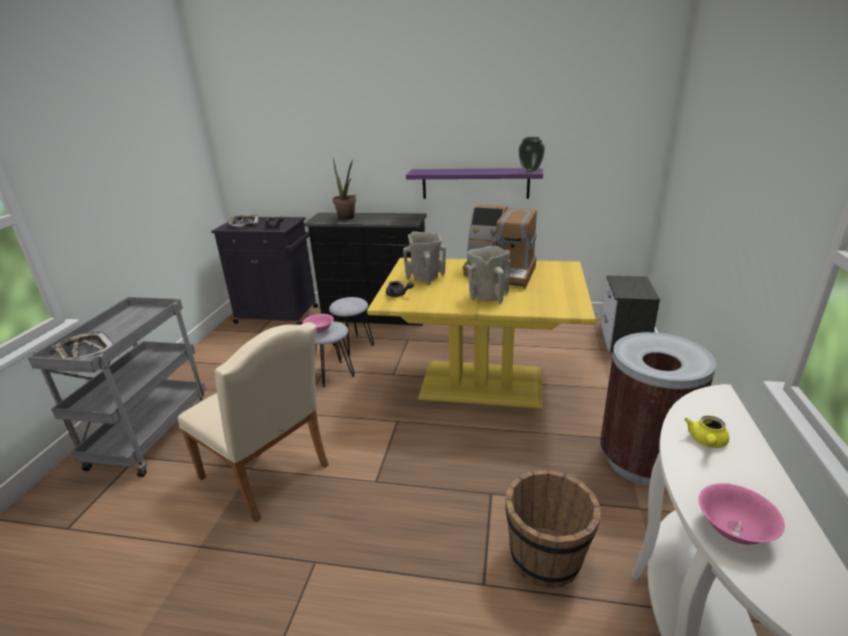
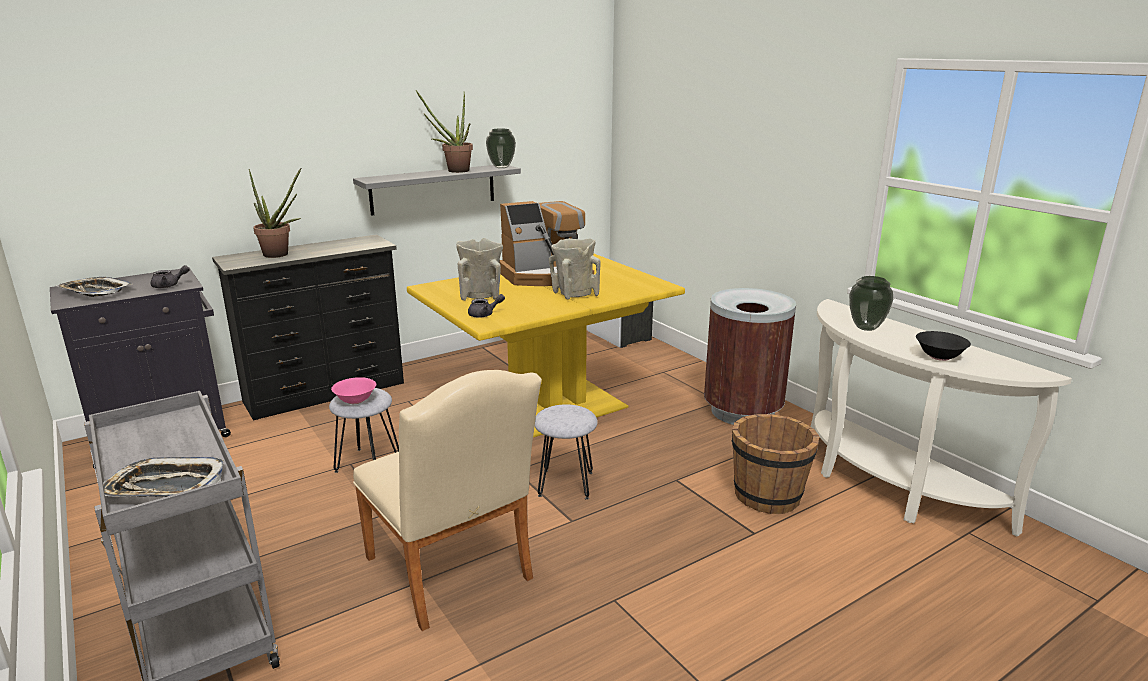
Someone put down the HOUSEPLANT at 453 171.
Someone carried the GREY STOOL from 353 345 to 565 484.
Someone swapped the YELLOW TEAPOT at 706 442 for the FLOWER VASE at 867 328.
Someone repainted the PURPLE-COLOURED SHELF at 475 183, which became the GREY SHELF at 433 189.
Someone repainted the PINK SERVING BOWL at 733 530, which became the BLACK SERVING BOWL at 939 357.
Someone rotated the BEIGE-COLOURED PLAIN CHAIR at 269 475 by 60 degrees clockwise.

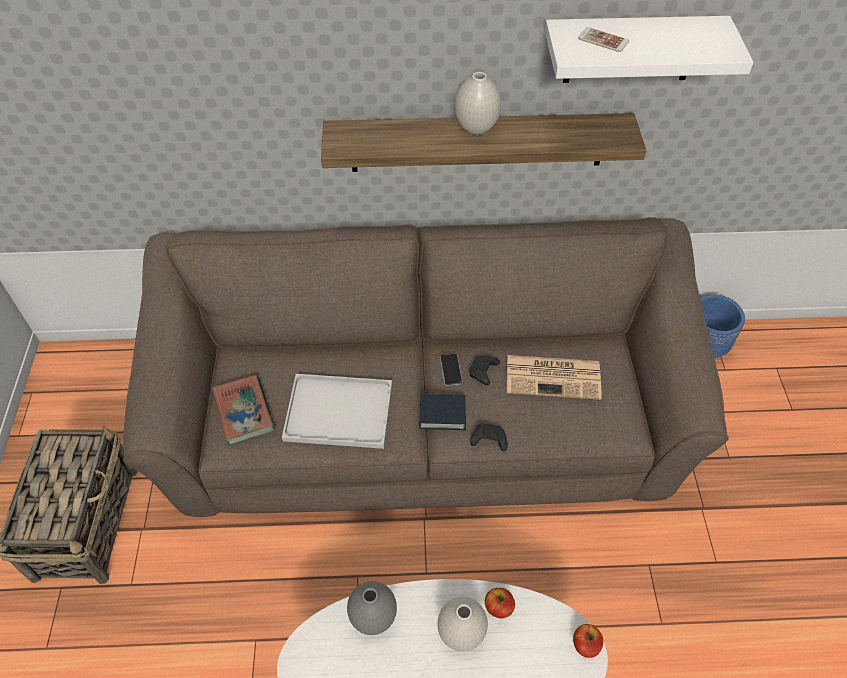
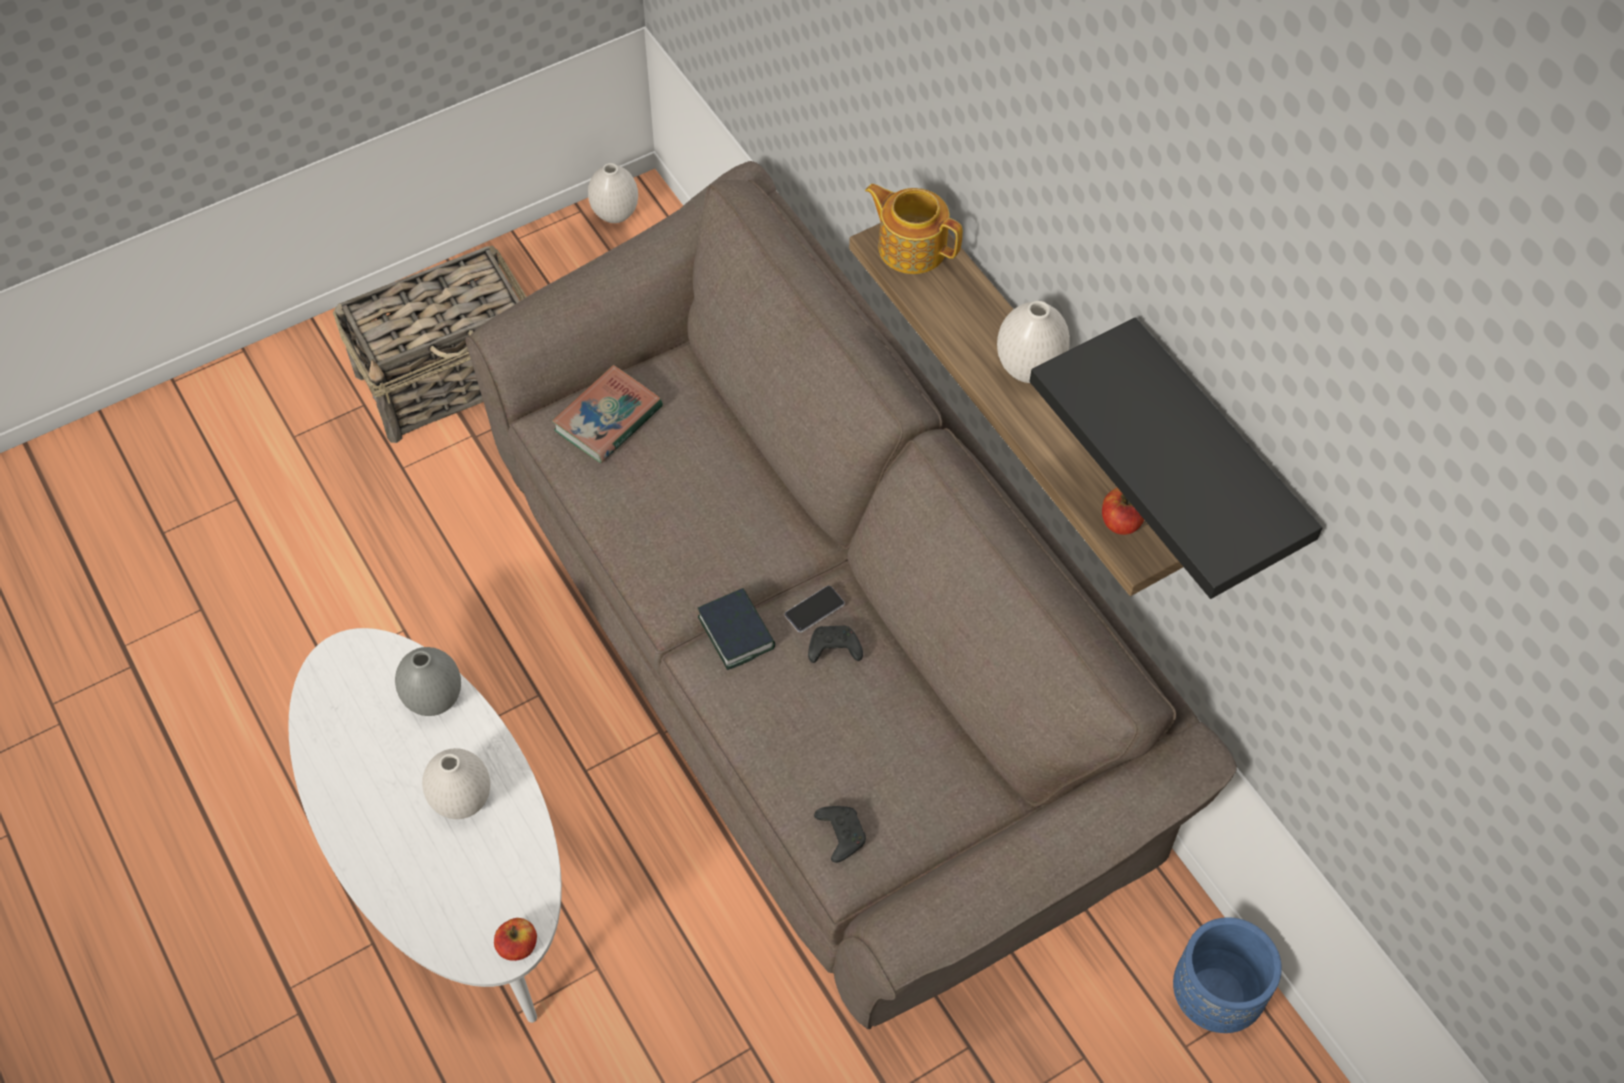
Someone took away the WHITE SERVING TRAY at 341 411.
Someone took away the NEWSPAPER at 554 377.
Someone took away the TELEPHONE at 603 40.
Someone put down the WHITE FLOWER VASE at 616 215.
Someone put down the TEAPOT at 911 246.
Someone carried the BLACK GAME CONTROLLER from 488 440 to 840 834.
Someone carried the WHOLE APPLE from 498 607 to 1121 522.
Someone repainted the WHITE SHELF at 630 49, which became the BLACK SHELF at 1215 452.

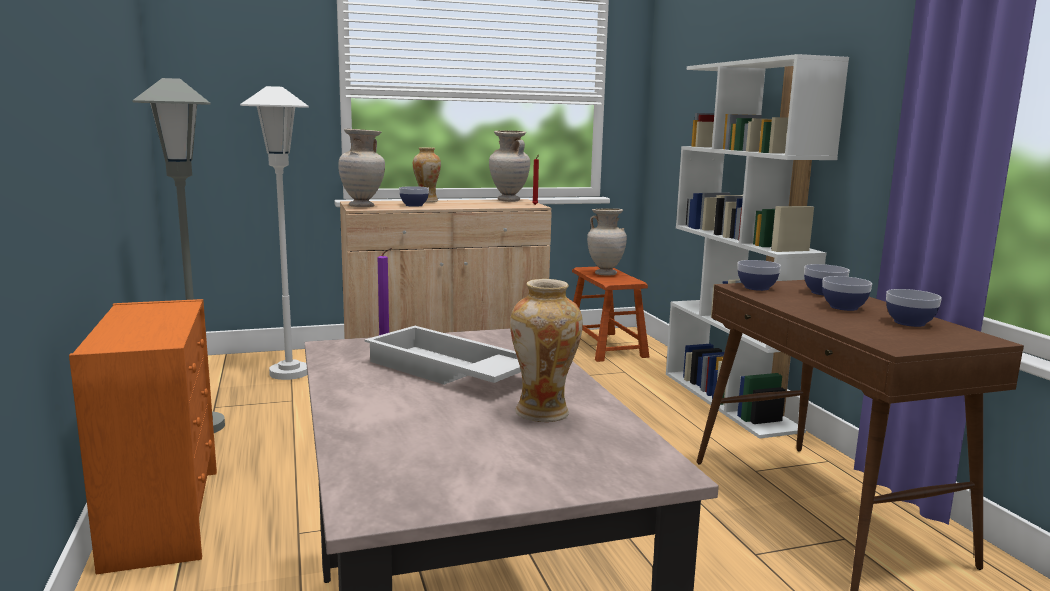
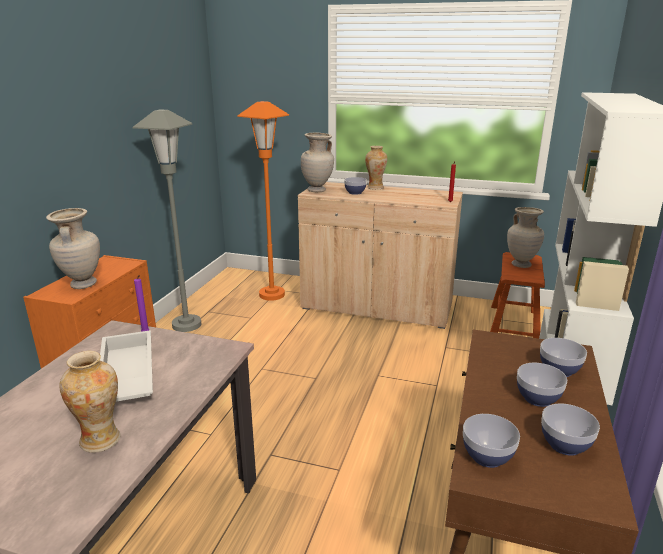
Someone carried the BEIGE-COLOURED FLOWER VASE from 508 200 to 82 284.
Someone carried the SERVING BOWL from 756 288 to 487 456.
Someone repainted the WHITE STANDARD LAMP at 289 373, which became the ORANGEY STANDARD LAMP at 272 294.

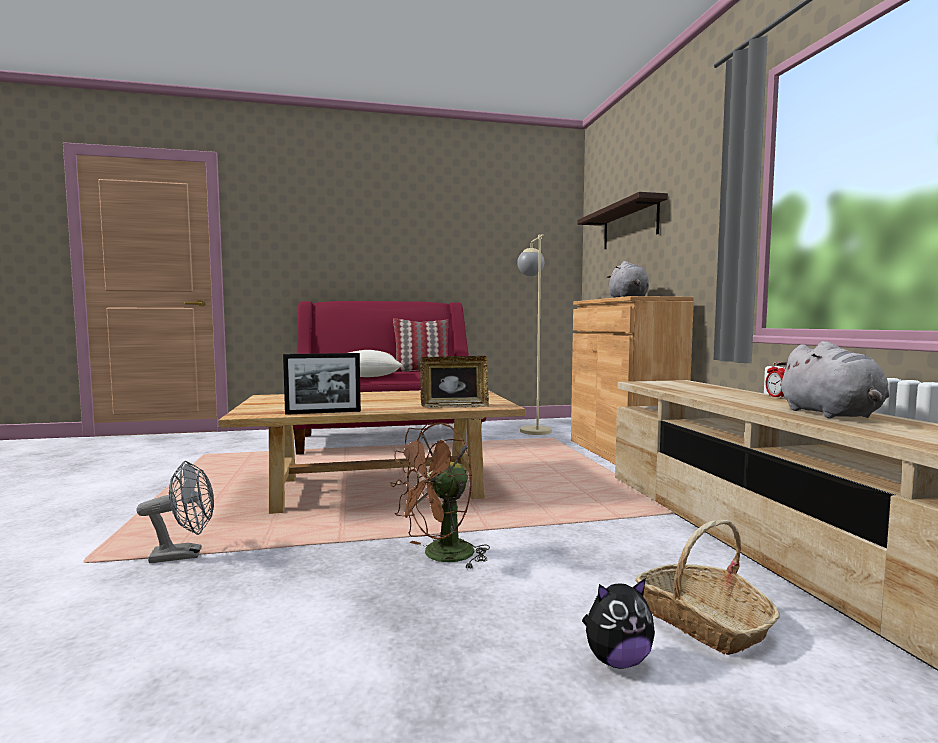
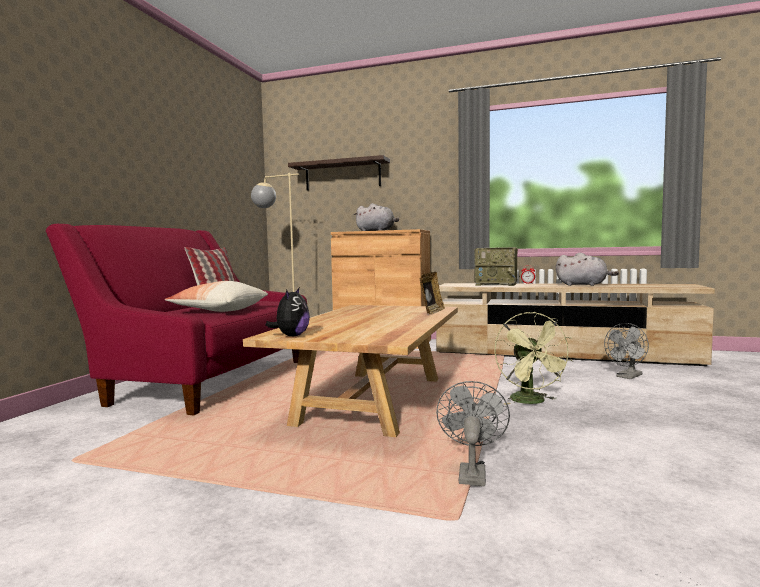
Someone took away the PICTURE FRAME at 323 412.
Someone put down the RADIO at 497 284.
Someone carried the CUDDLY TOY from 616 660 to 291 336.
Someone swapped the HOUSEHOLD BASKET at 703 622 for the GREY FAN at 627 377.
Someone repainted the BROWN FAN at 440 556, which became the GREENISH FAN at 532 402.

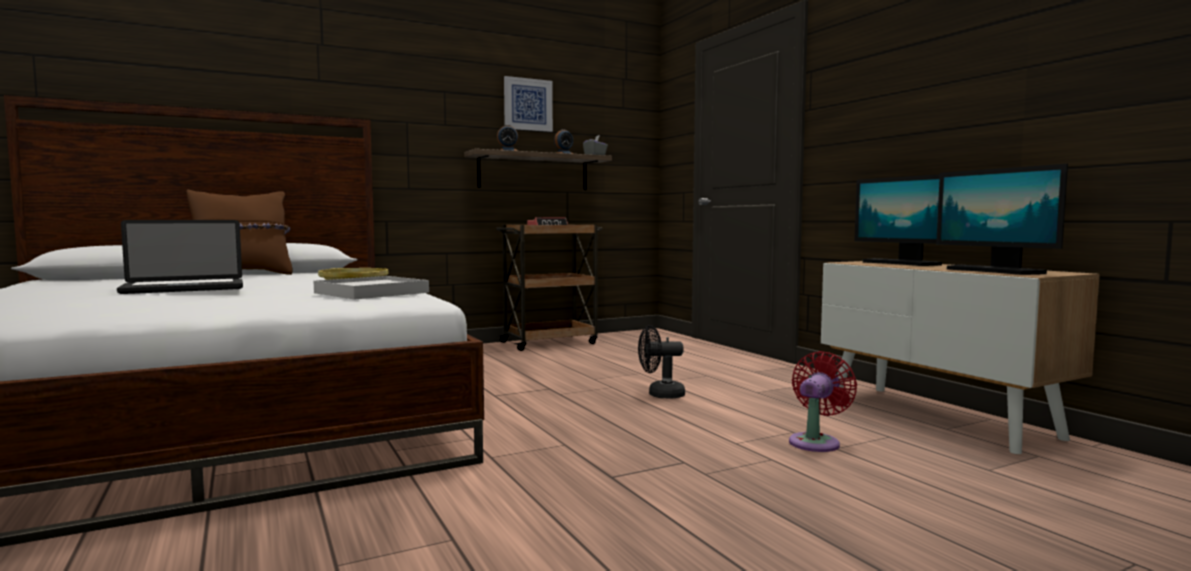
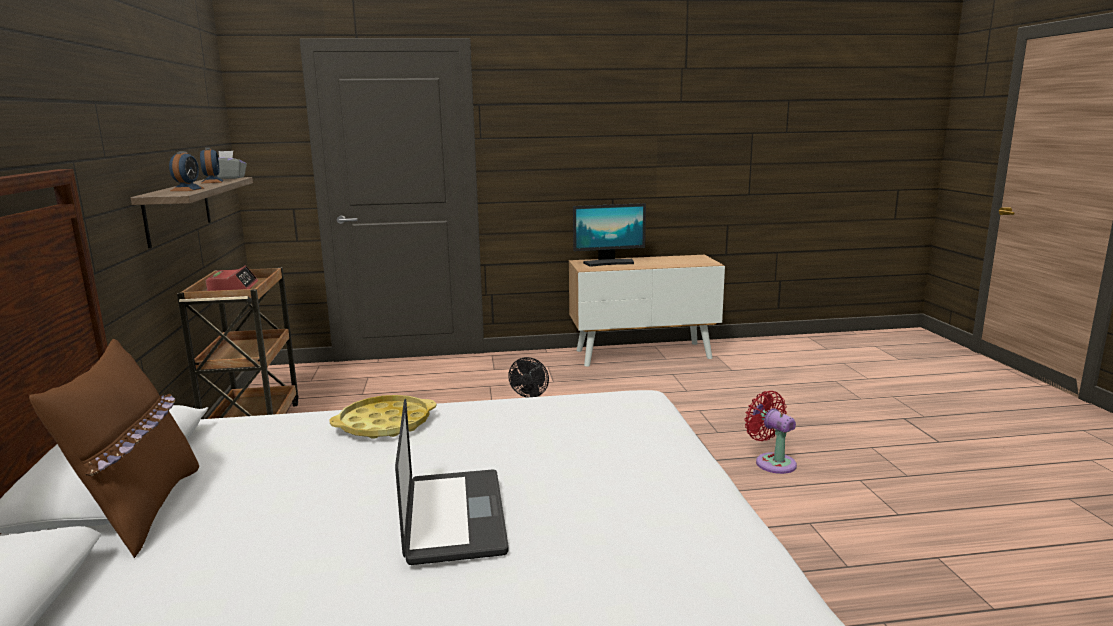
Someone took away the WHITE SERVING TRAY at 371 293.
Someone took away the WALL PICTURE at 528 104.
Someone took away the MONITOR at 994 271.
Someone carried the RED FAN from 816 442 to 772 462.

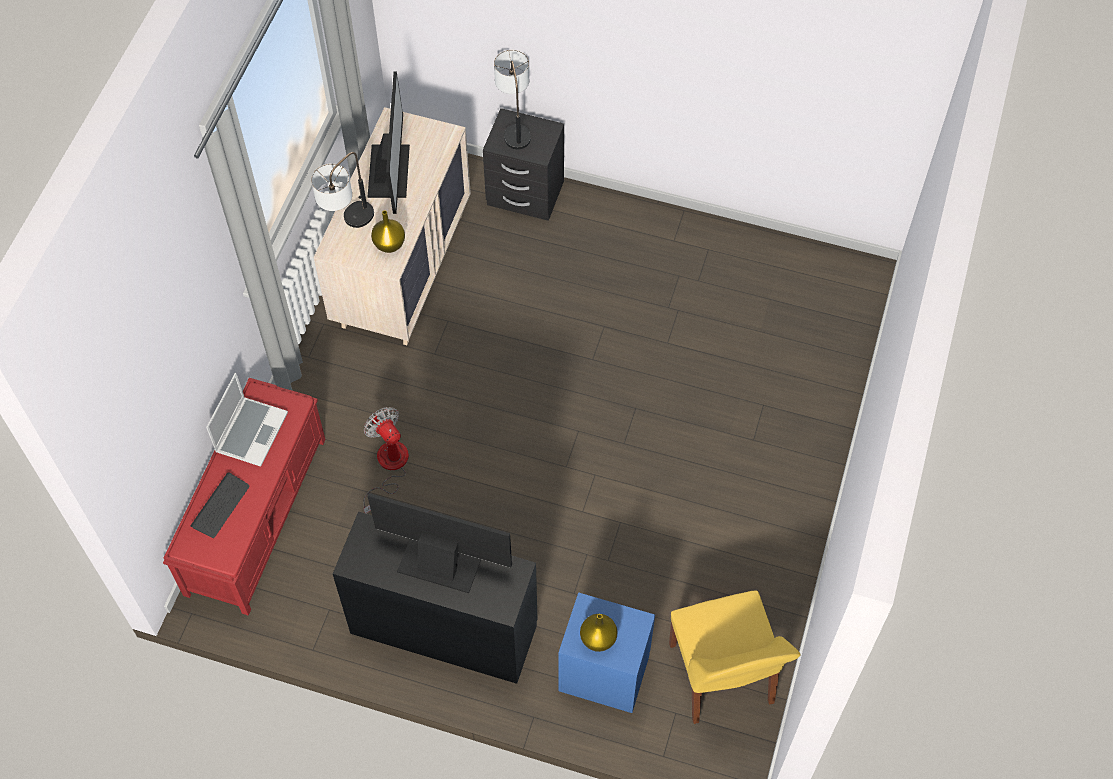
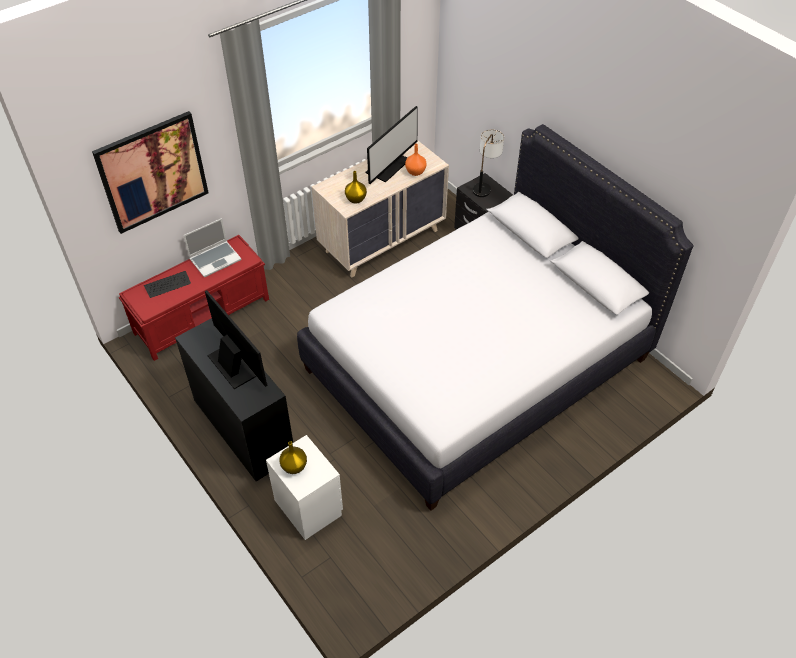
Someone took away the LAMP FOR A TABLE at 348 225.
Someone took away the FAN at 388 467.
Someone took away the YELLOW PLAIN CHAIR at 721 676.
Someone put up the WALL PICTURE at 153 172.
Someone put down the WHITE SLEEPING BED at 477 363.
Someone put down the ORANGEY FLOWER VASE at 416 172.
Someone repainted the BLUE NIGHT TABLE at 604 673, which became the WHITE NIGHT TABLE at 308 507.

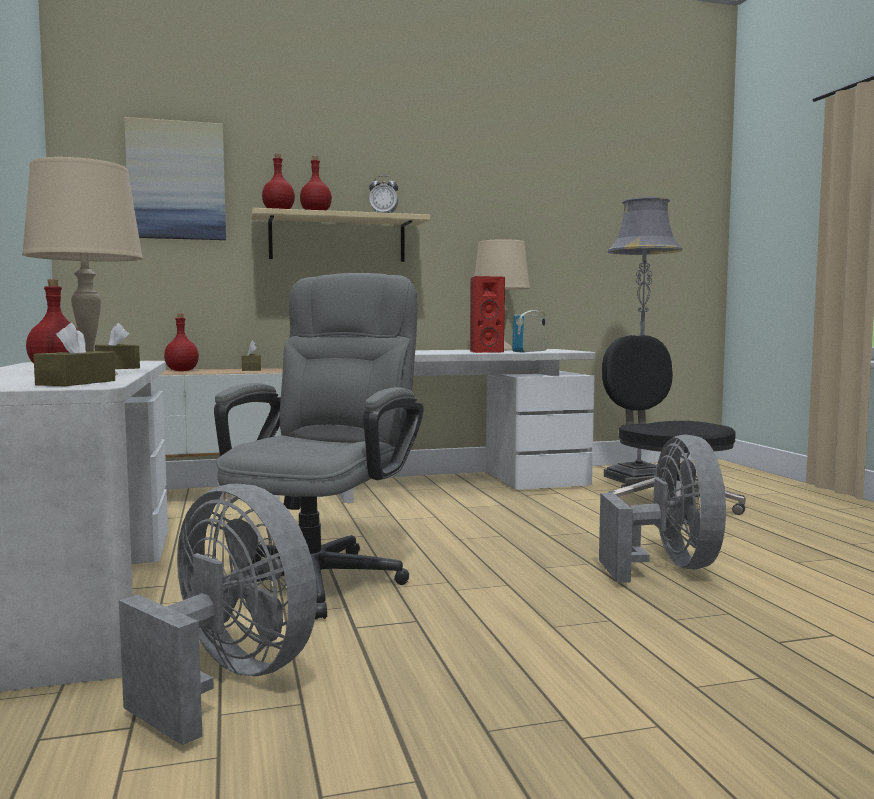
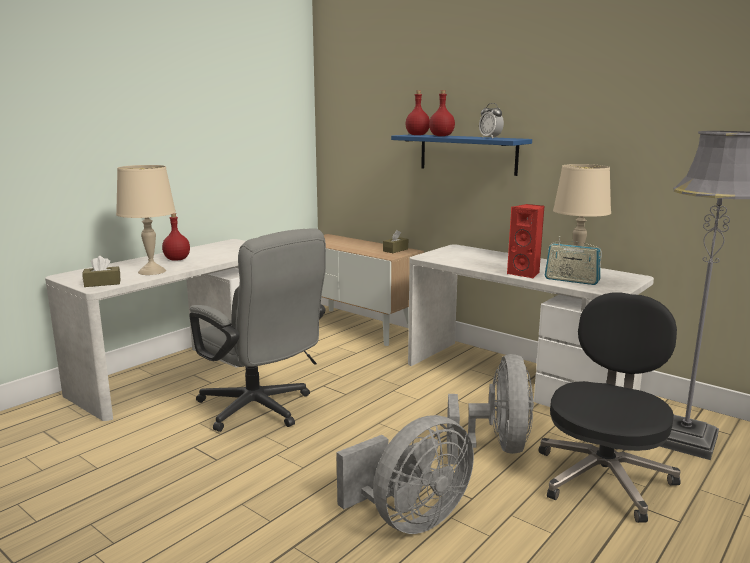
Someone took away the BROWN TISSUE BOX at 117 367.
Someone took away the WALL PICTURE at 176 181.
Someone took away the RED DRINK BOTTLE at 182 371.
Someone carried the GREY FAN from 228 681 to 496 448.
Someone repainted the BEIGE-COLOURED SHELF at 337 239, which became the BLUE SHELF at 467 154.
Someone rotated the GREY OFFICE CHAIR at 322 576 by 60 degrees clockwise.
Someone rotated the RADIO at 530 351 by 150 degrees counterclockwise.

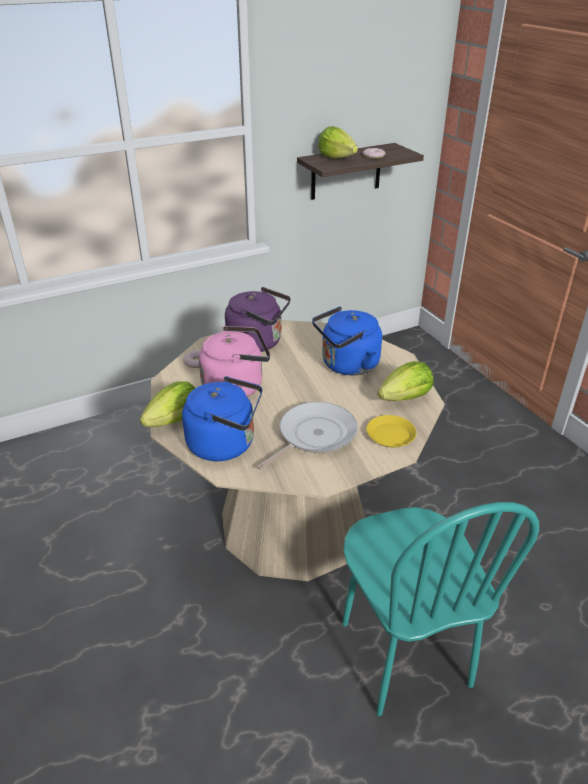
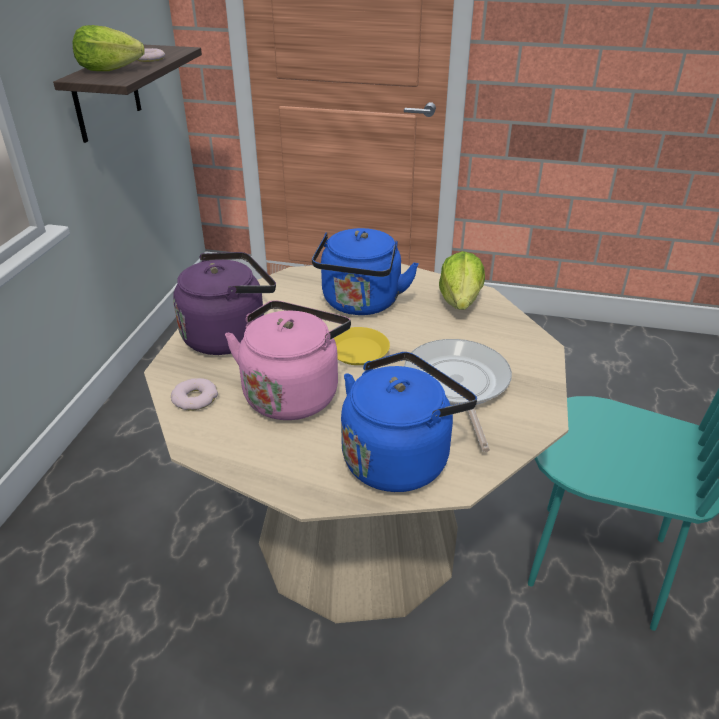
Someone took away the LETTUCE at 175 420.
Someone carried the YELLOW DINNER PLATE from 391 435 to 357 351.

